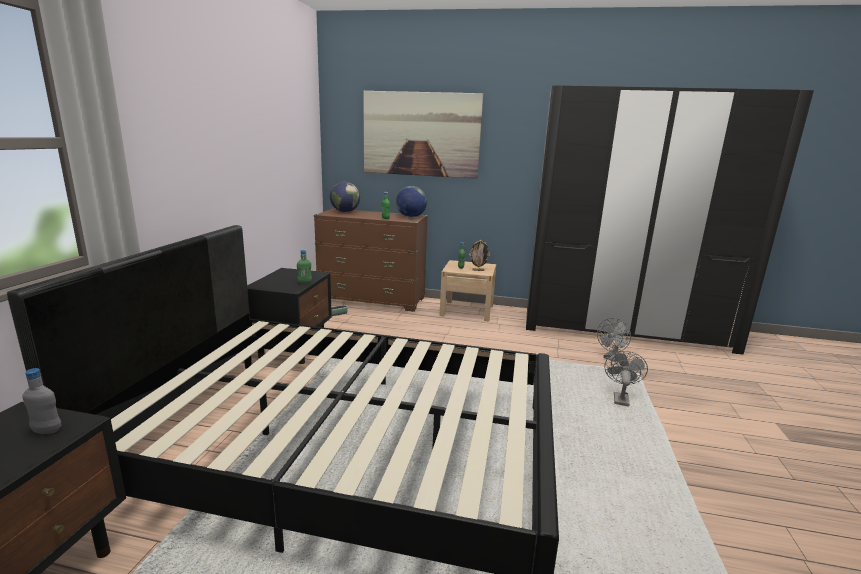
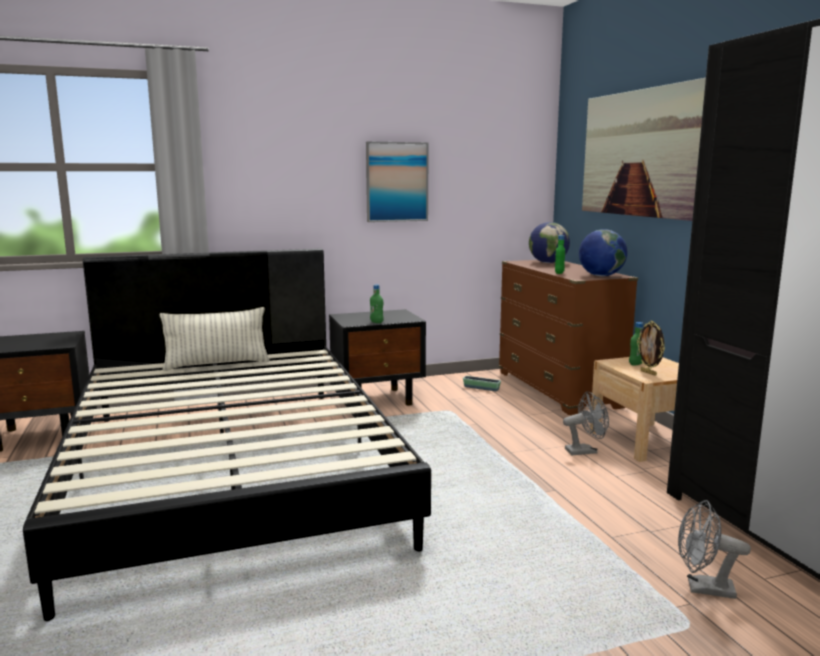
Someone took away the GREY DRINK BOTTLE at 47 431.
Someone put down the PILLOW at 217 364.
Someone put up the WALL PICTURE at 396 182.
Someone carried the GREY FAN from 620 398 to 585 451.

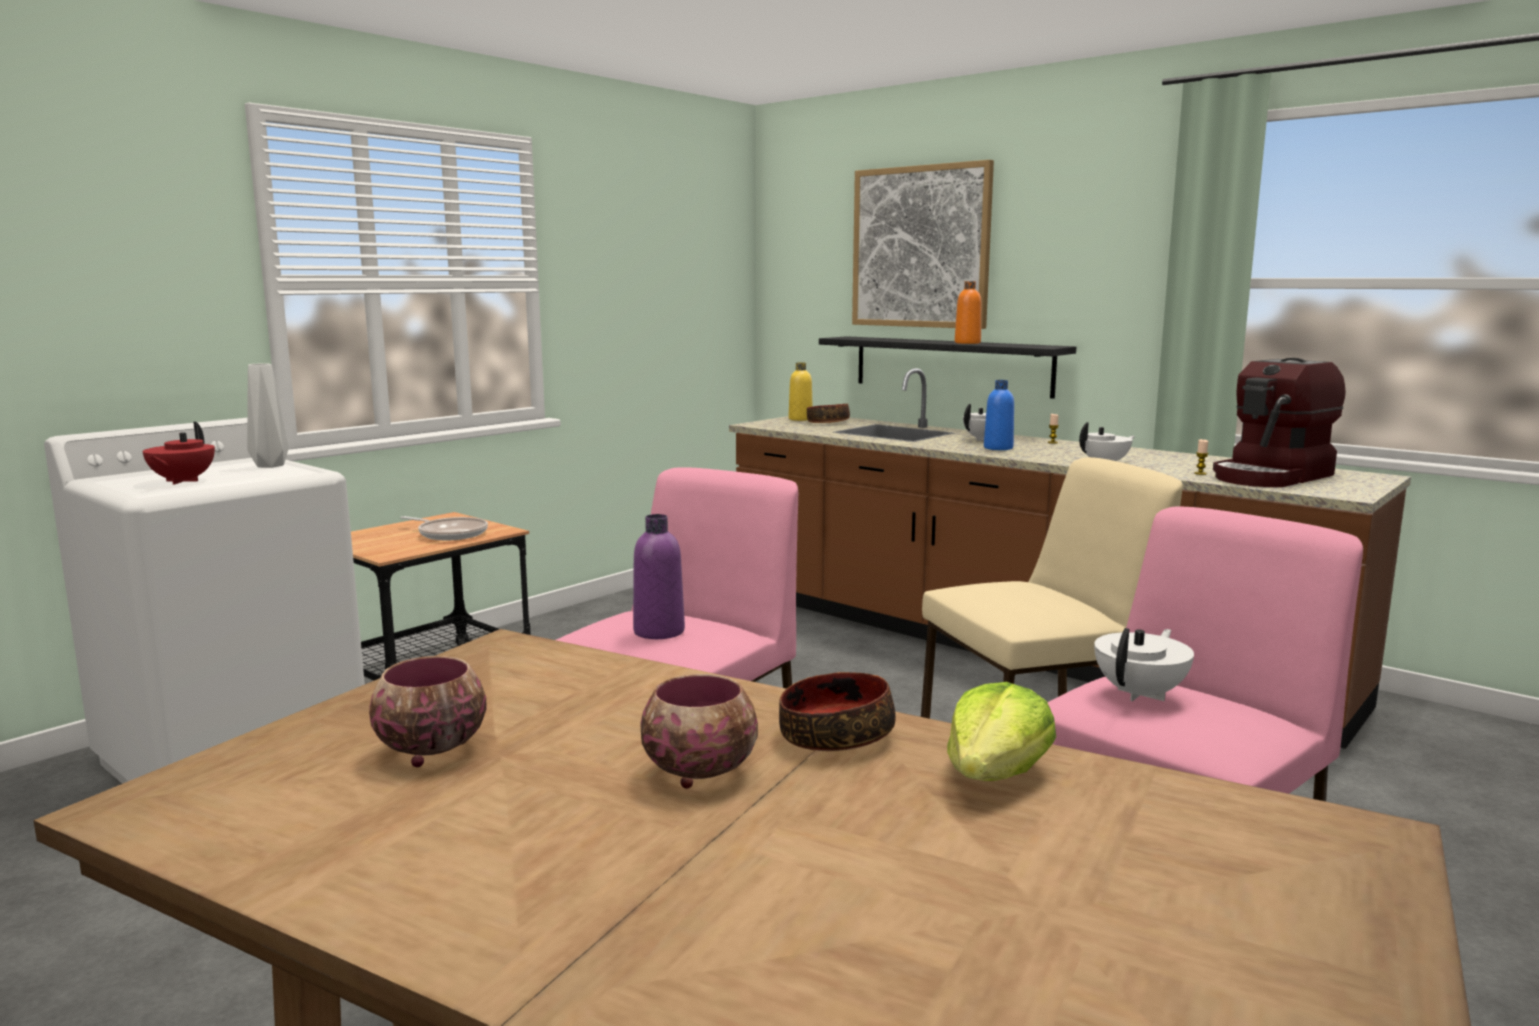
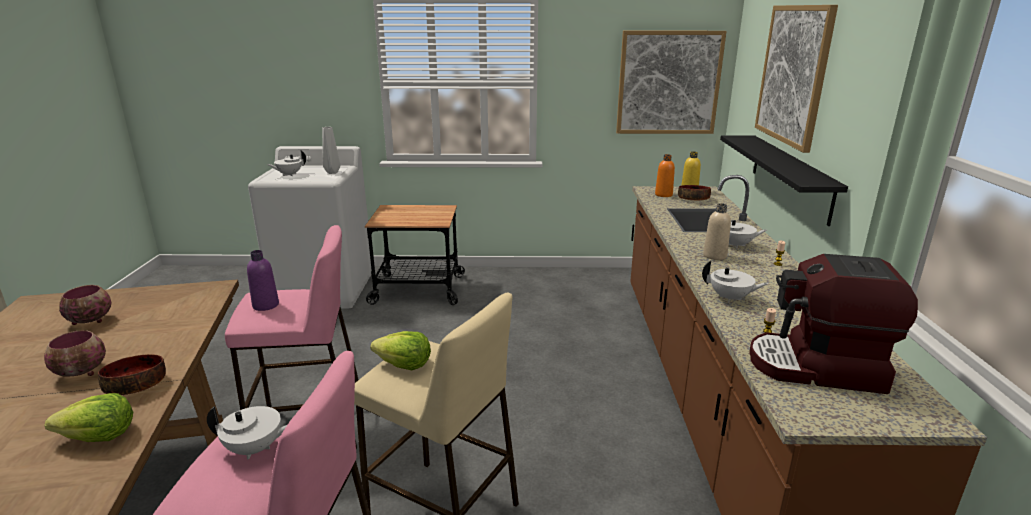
Someone took away the FRYING PAN at 450 534.
Someone put down the LETTUCE at 404 365.
Someone put up the WALL PICTURE at 668 83.
Someone carried the ORANGEY DRINK BOTTLE from 967 343 to 663 195.
Someone repainted the RED TEAPOT at 181 481, which became the WHITE TEAPOT at 289 174.
Someone repainted the BLUE DRINK BOTTLE at 998 448, which became the BEIGE-COLOURED DRINK BOTTLE at 714 256.

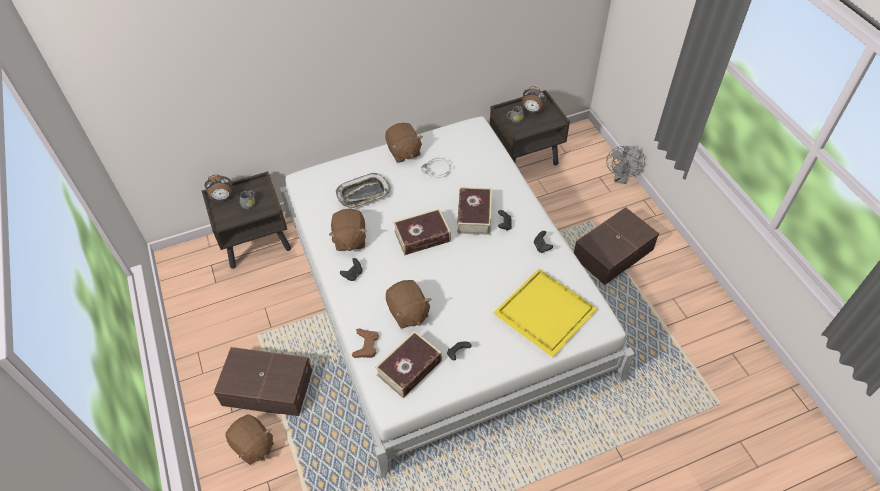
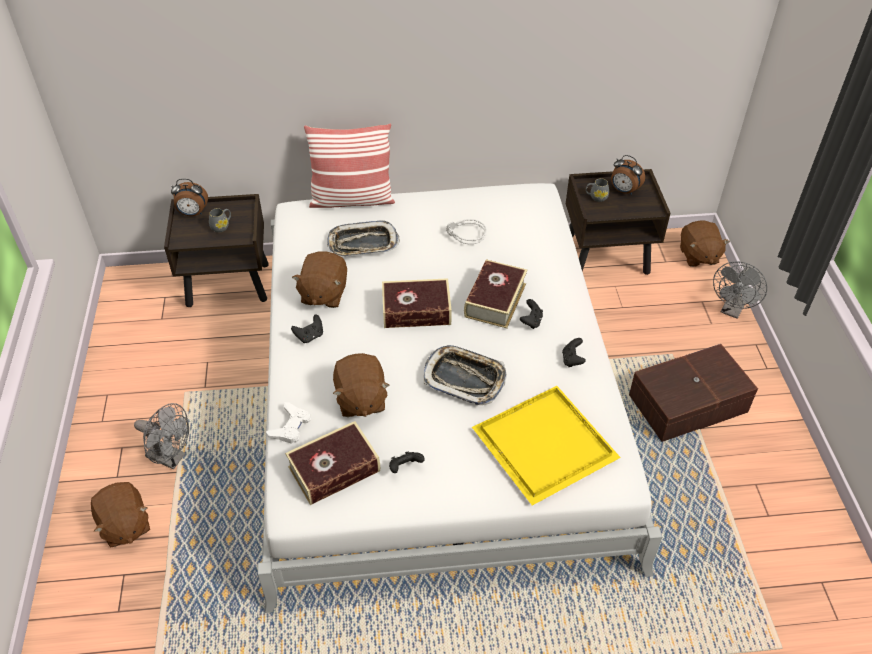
Someone put down the PILLOW at 352 199.
Someone put down the SERVING TRAY at 464 378.
Someone carried the BROWN CUDDLY TOY from 403 152 to 698 256.
Someone swapped the BROWN STORAGE CONTAINER at 267 387 for the GREY FAN at 171 458.
Someone repainted the BROWN GAME CONTROLLER at 366 345, which became the WHITE GAME CONTROLLER at 290 426.

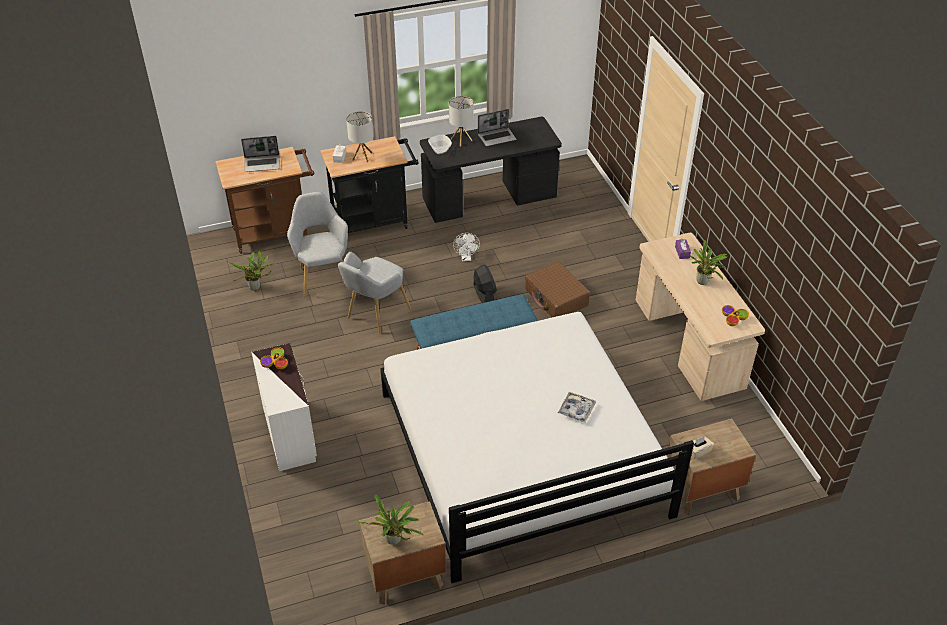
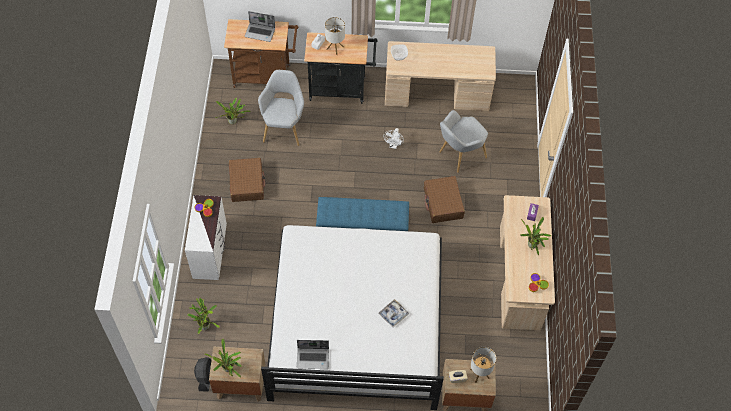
Someone put down the HOUSEPLANT at 205 325.
Someone put down the BROWN PIECE OF LUGGAGE at 247 183.
Someone carried the GREY ARMCHAIR from 374 314 to 459 155.
Someone carried the LAMP FOR A TABLE from 461 139 to 479 373.
Someone carried the BLACK FAN from 484 295 to 205 377.
Someone carried the NOTEBOOK COMPUTER from 497 137 to 313 358.
Someone repainted the BLACK DESK UNIT at 489 199, which became the BEIGE-COLOURED DESK UNIT at 436 95.

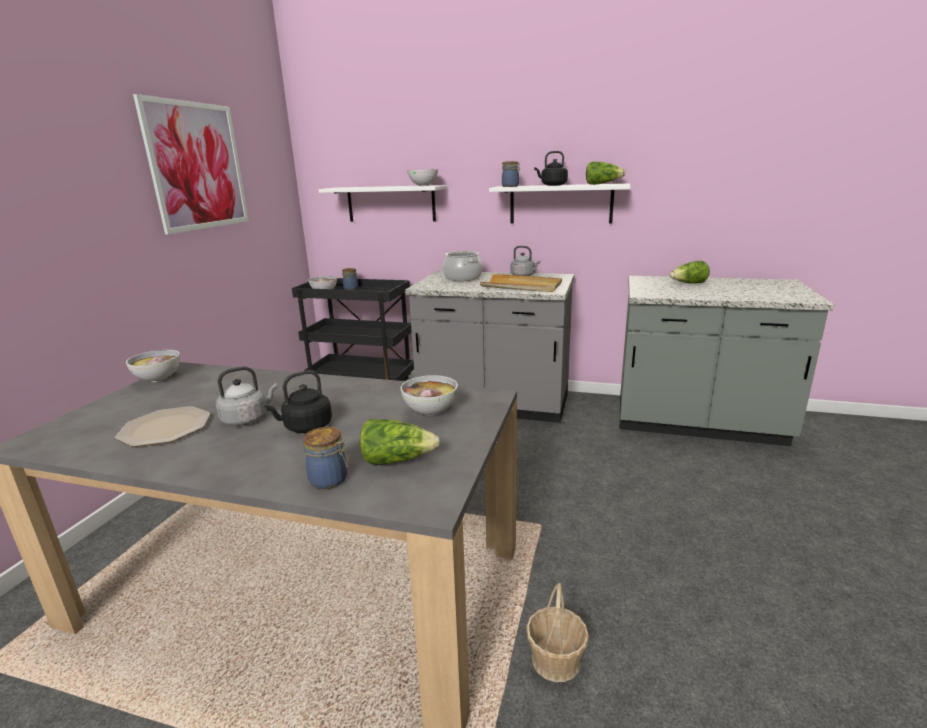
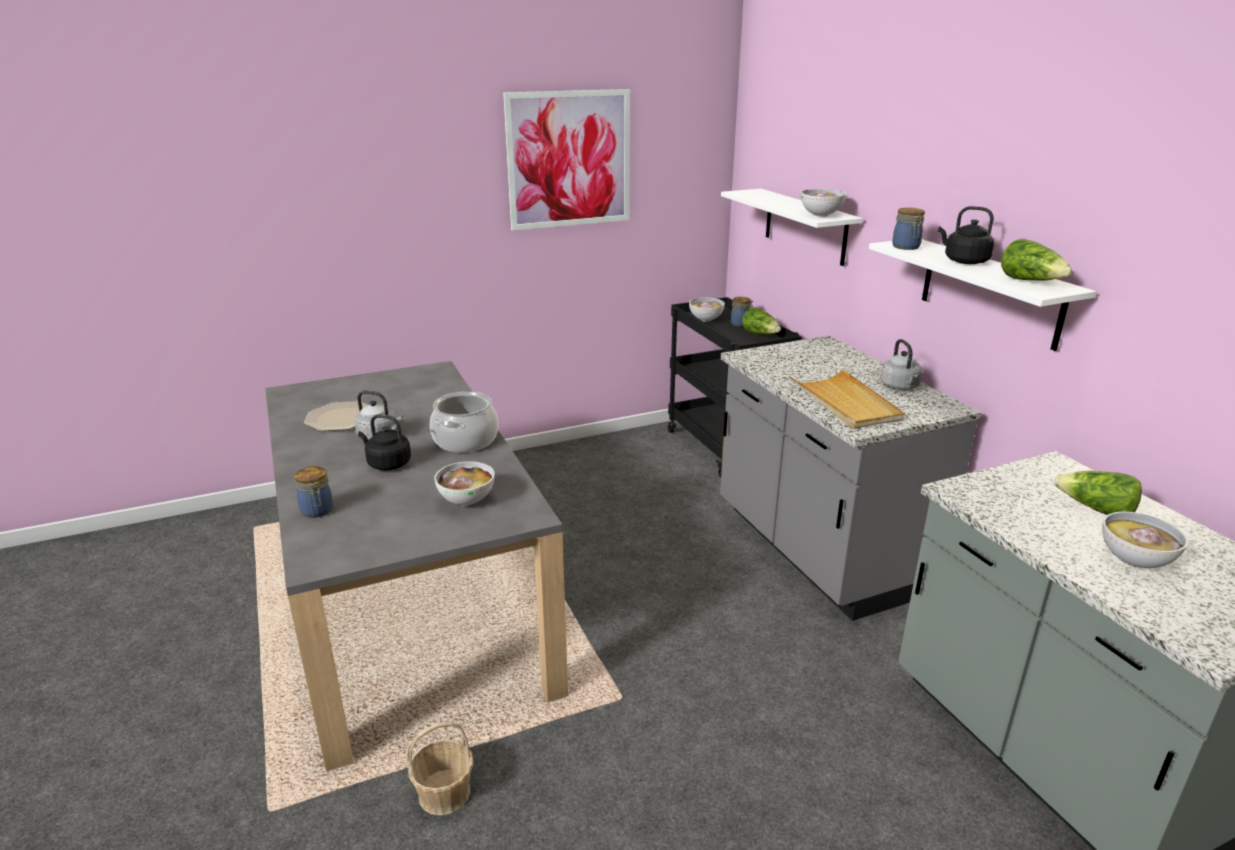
Someone carried the SERVING BOWL from 158 379 to 1134 561.
Someone carried the LETTUCE from 397 460 to 760 334.
Someone carried the SAUCEPOT from 462 278 to 465 440.

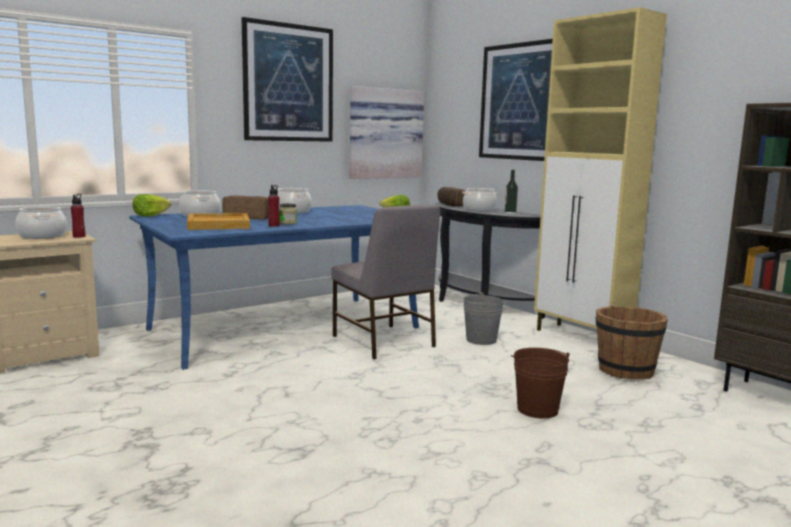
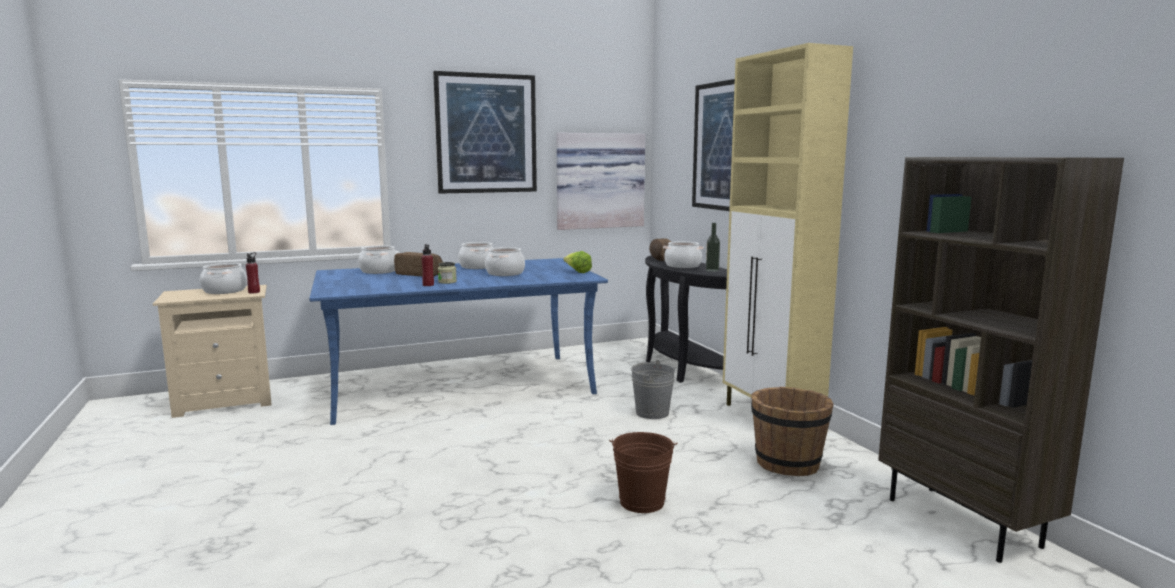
Someone took away the LETTUCE at 150 215.
Someone took away the BEIGE-COLOURED SERVING TRAY at 219 225.
Someone took away the GREY PLAIN CHAIR at 383 342.
Someone put down the SAUCEPOT at 505 273.

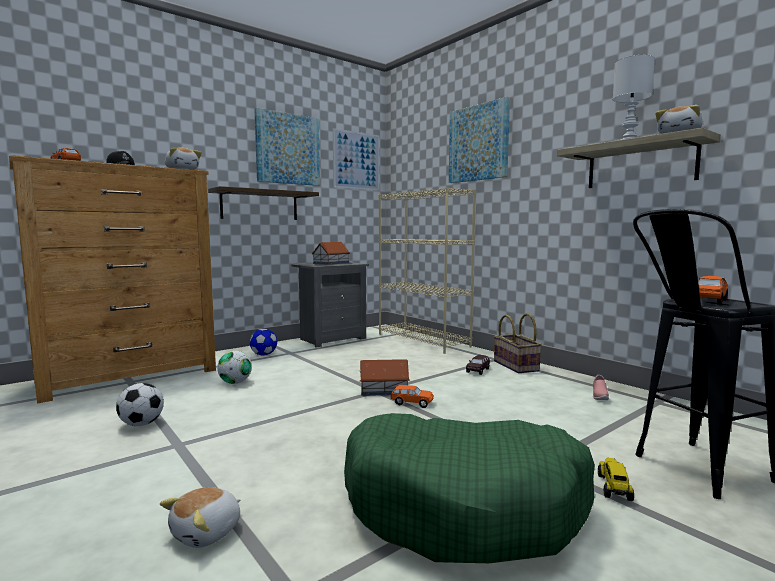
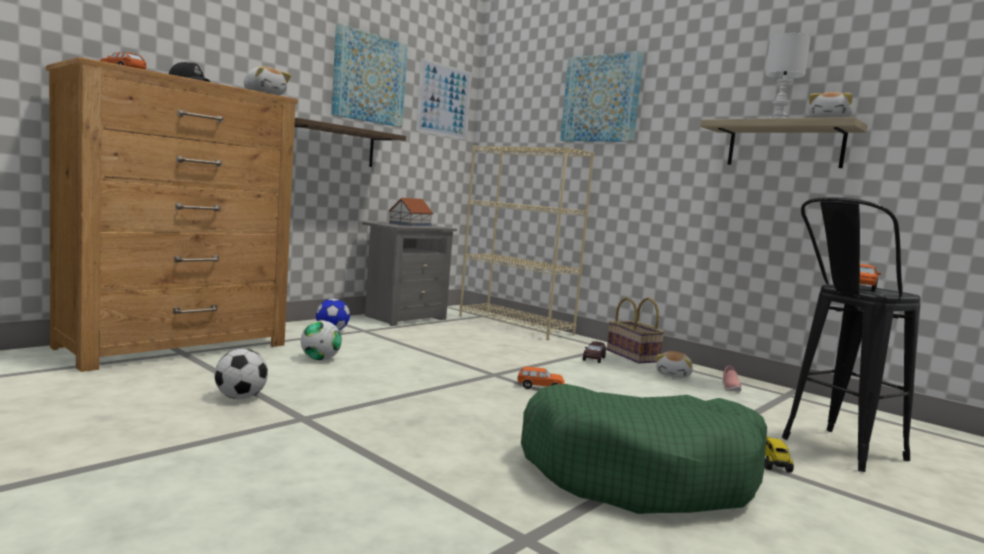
Someone took away the TOY HOUSE at 384 390.
Someone carried the CUDDLY TOY from 207 533 to 674 375.

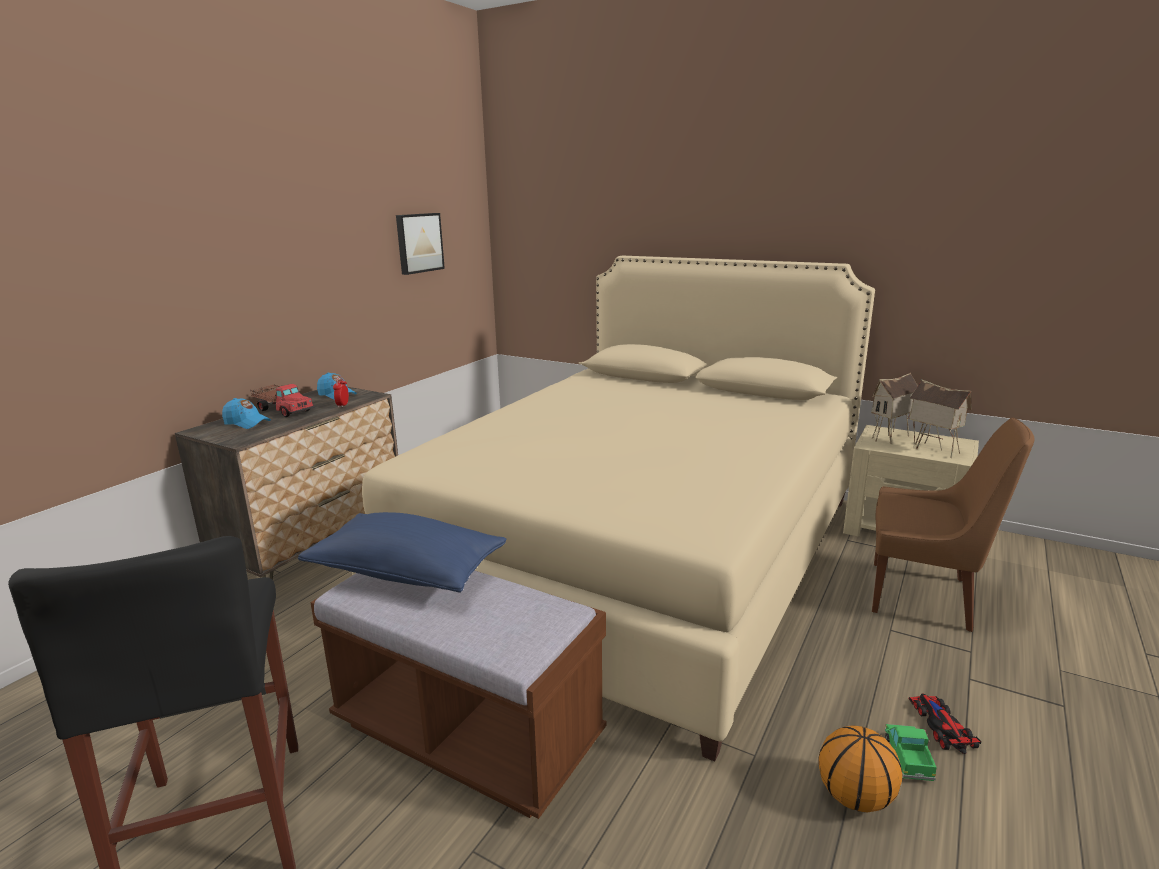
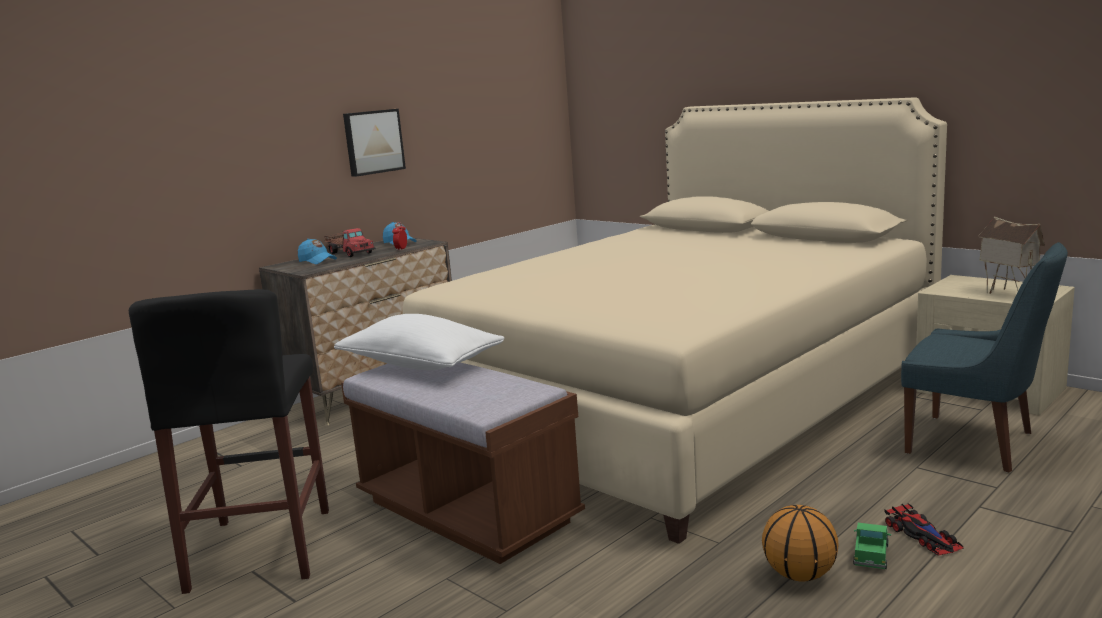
Someone took away the TOY HOUSE at 890 438.
Someone carried the WALL PICTURE from 418 243 to 373 142.
Someone repainted the BLUE PILLOW at 407 572, which became the WHITE PILLOW at 421 365.
Someone repainted the BROWN PLAIN CHAIR at 925 596, which became the BLUE PLAIN CHAIR at 975 444.
Someone rotated the MODEL CAR at 941 725 by 150 degrees clockwise.

